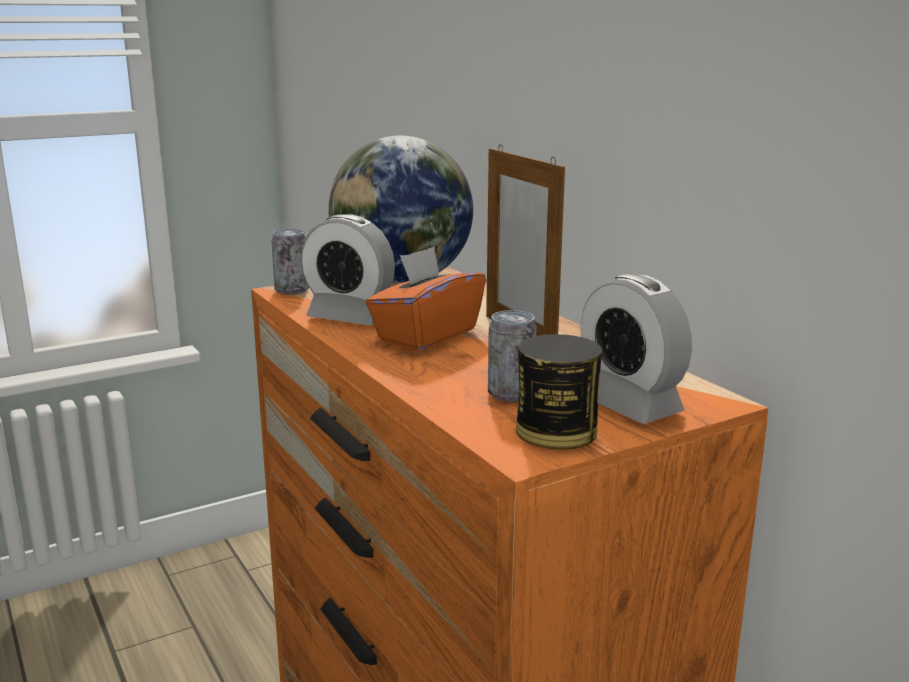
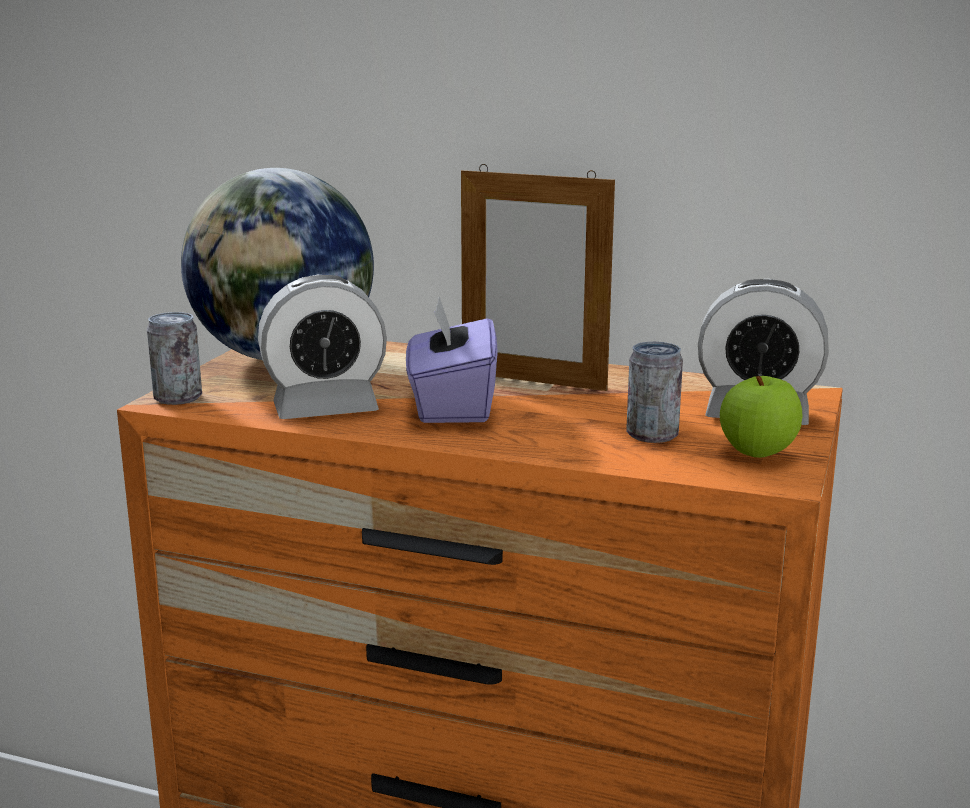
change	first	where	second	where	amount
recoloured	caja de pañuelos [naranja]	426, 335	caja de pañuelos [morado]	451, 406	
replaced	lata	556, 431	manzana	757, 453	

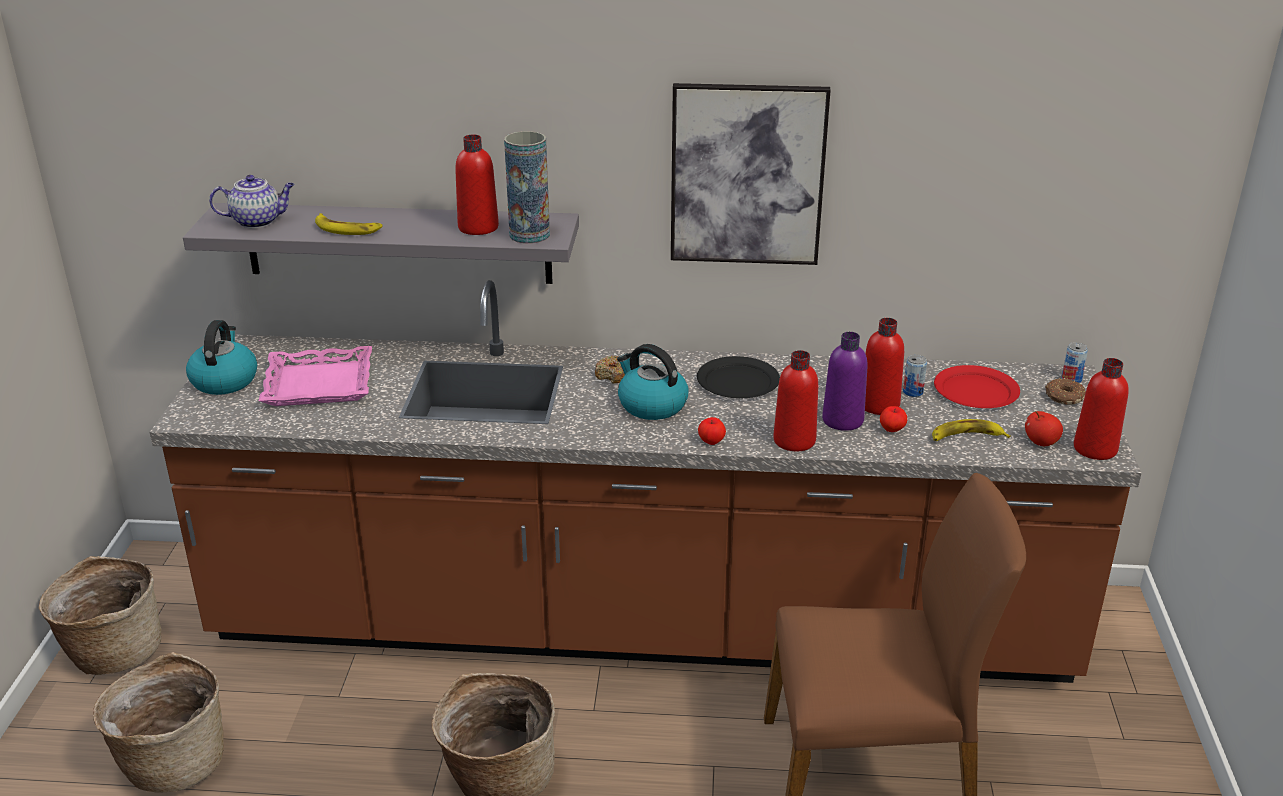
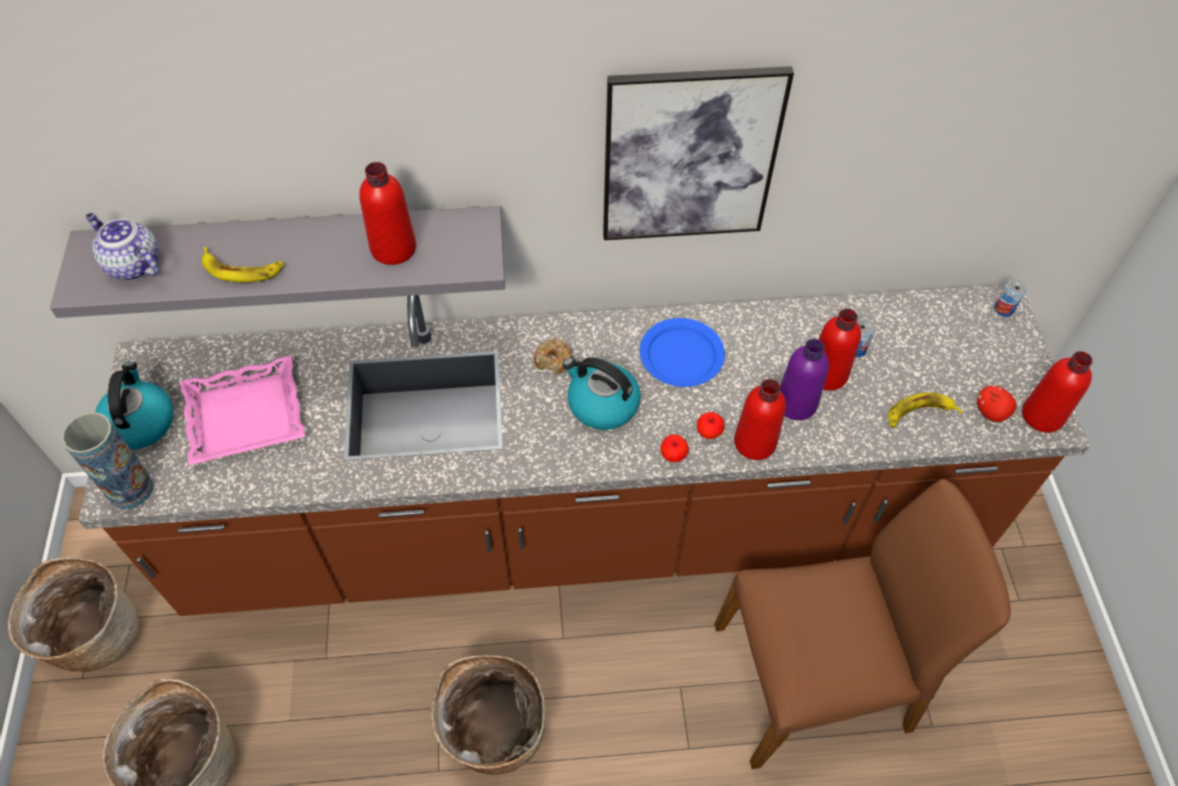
change	first	where	second	where	amount
moved	florero	529, 235		131, 489	
turned	tetera	258, 221		133, 265	120 degrees counterclockwise
recoloured	plato [negro]	738, 381	plato [azul]	681, 354	
moved	manzana	891, 430		708, 432	
removed	plato [rojo]	976, 391			
removed	rosquilla	1063, 397			

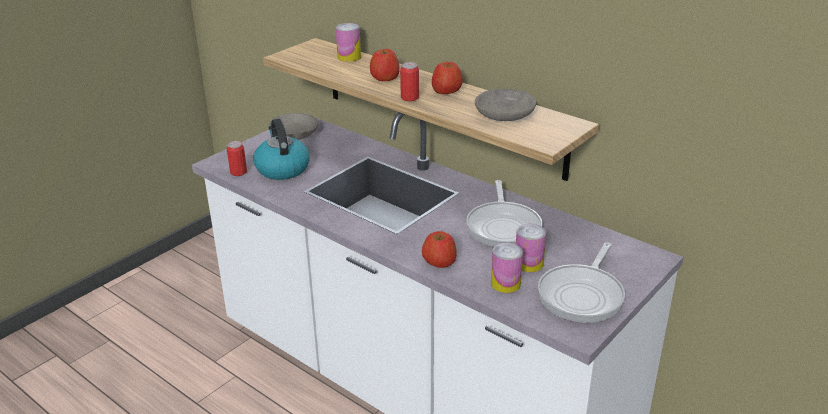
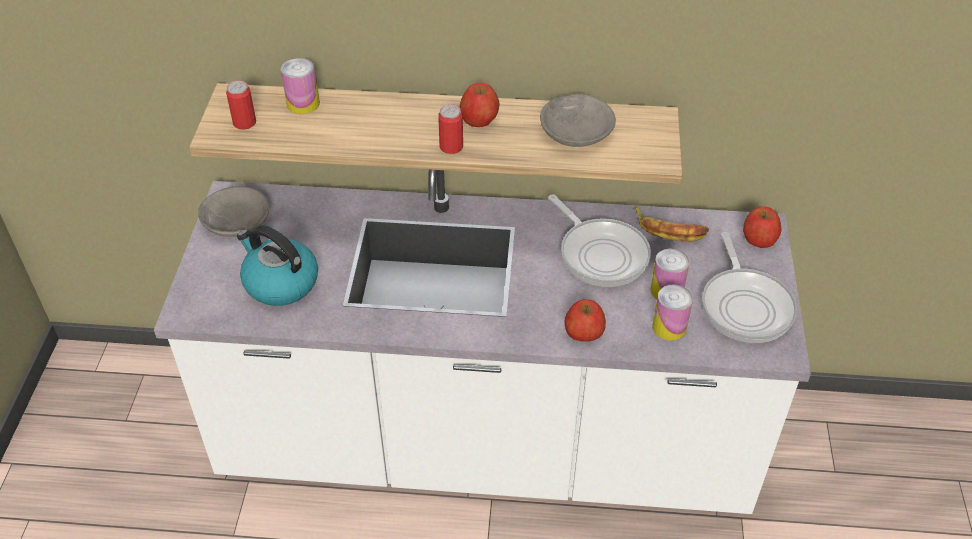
change	first	where	second	where	amount
moved	lata	238, 172		244, 123	
added			plátano	669, 229	
moved	manzana	385, 77		759, 238	

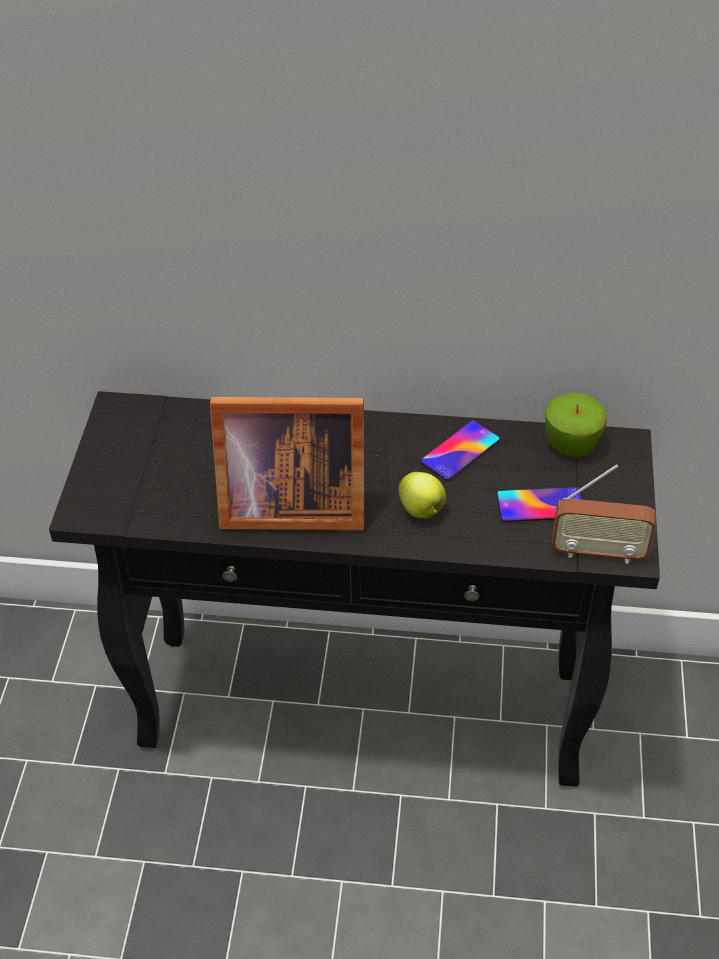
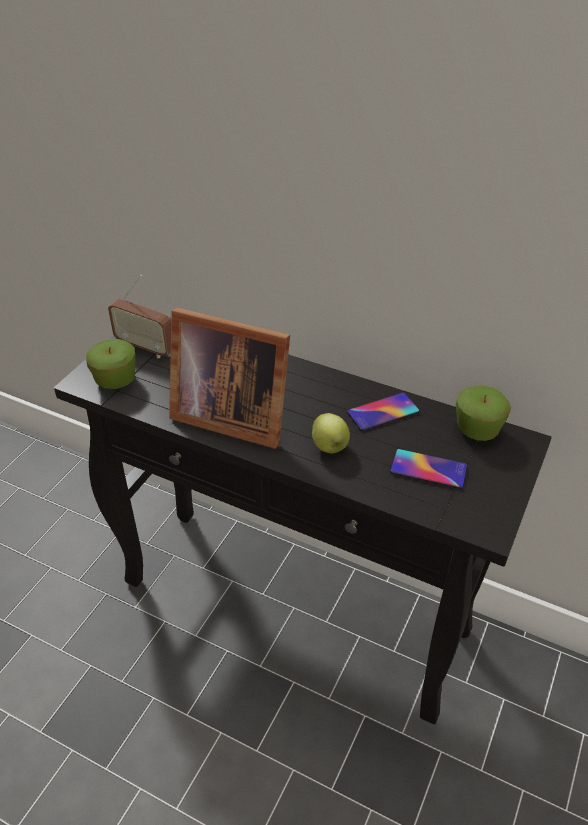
change	first	where	second	where	amount
added			manzana	116, 380	
moved	radio	598, 552		145, 348	

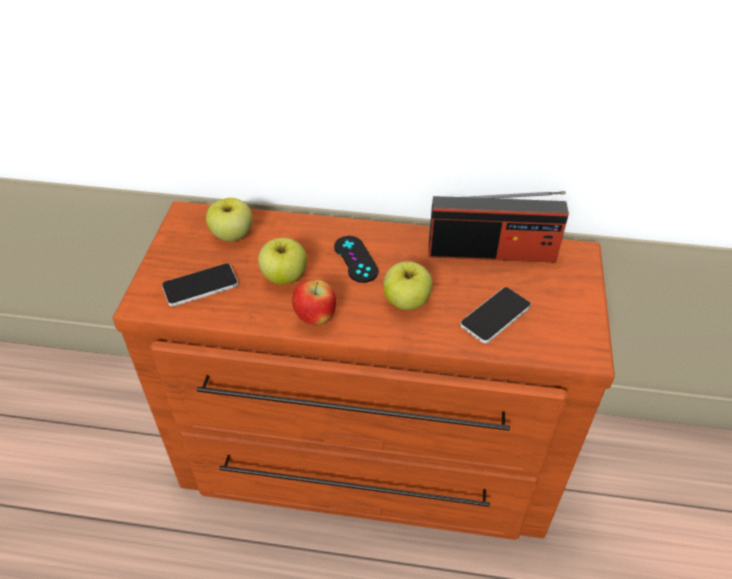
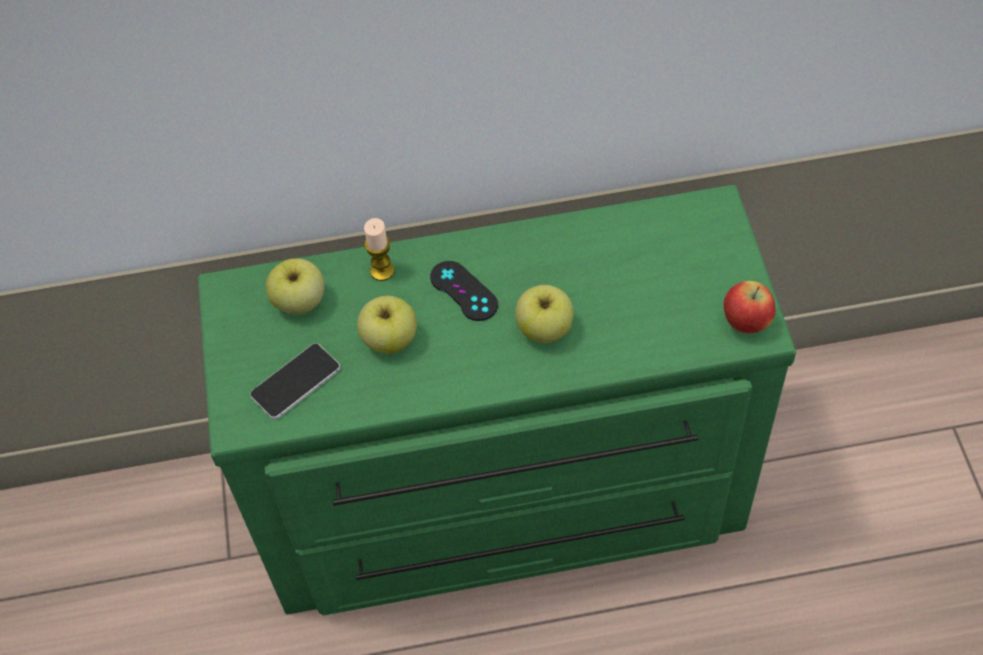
change	first	where	second	where	amount
recoloured	cómoda [marrón]	366, 460	cómoda [verde]	505, 504	
added			vela	382, 271	
moved	manzana	315, 318		745, 323	
removed	radio	491, 252			
removed	móvil	495, 315			

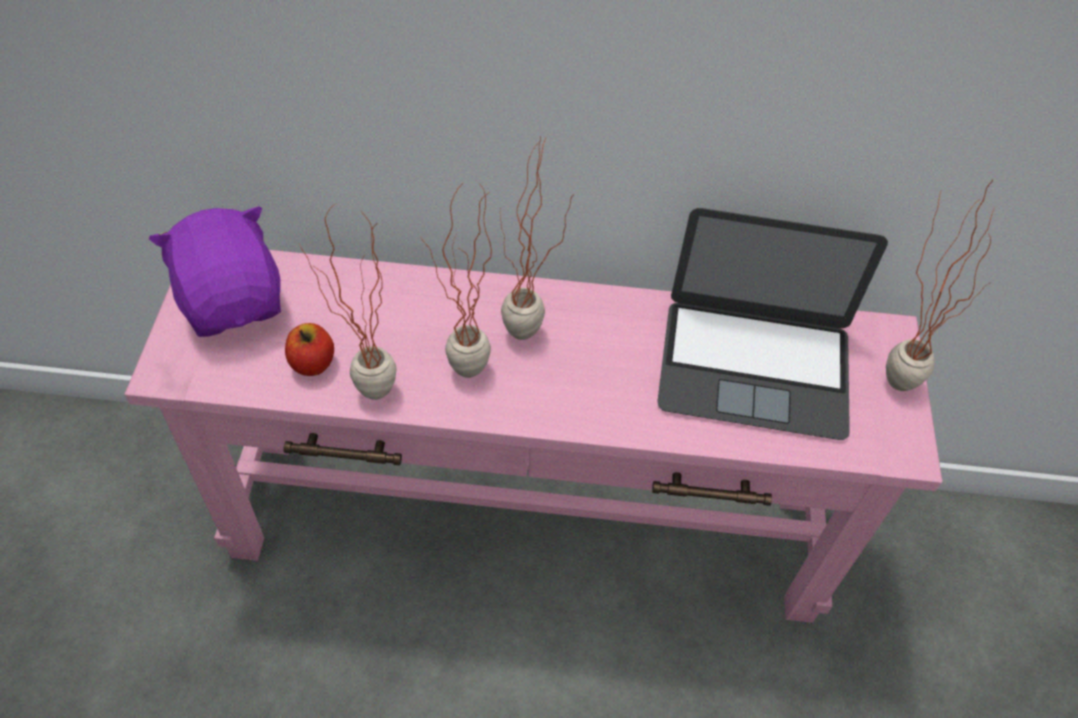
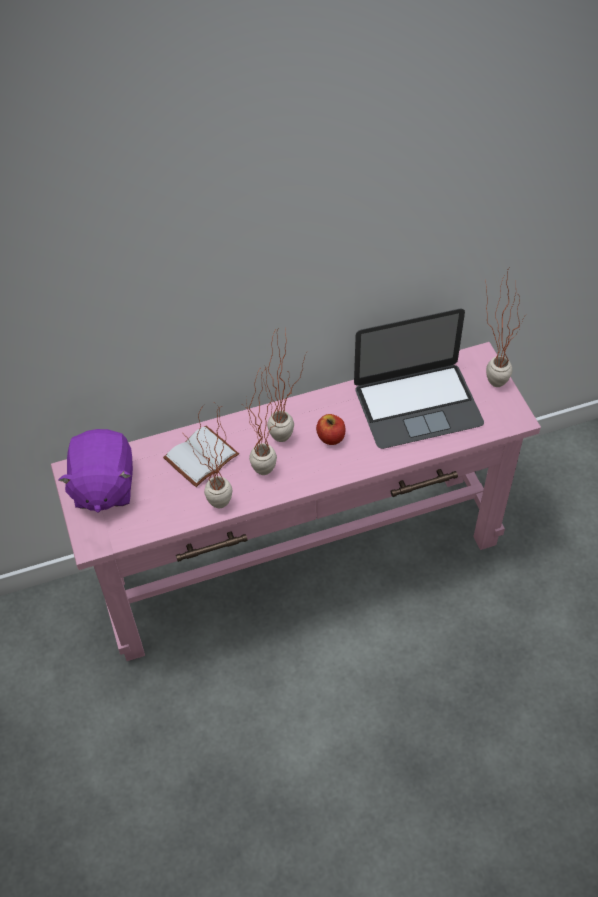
change	first	where	second	where	amount
turned	peluche [morado]	233, 300		103, 487	135 degrees counterclockwise
added			libro [blanco]	201, 459	
moved	manzana	312, 363		331, 437	

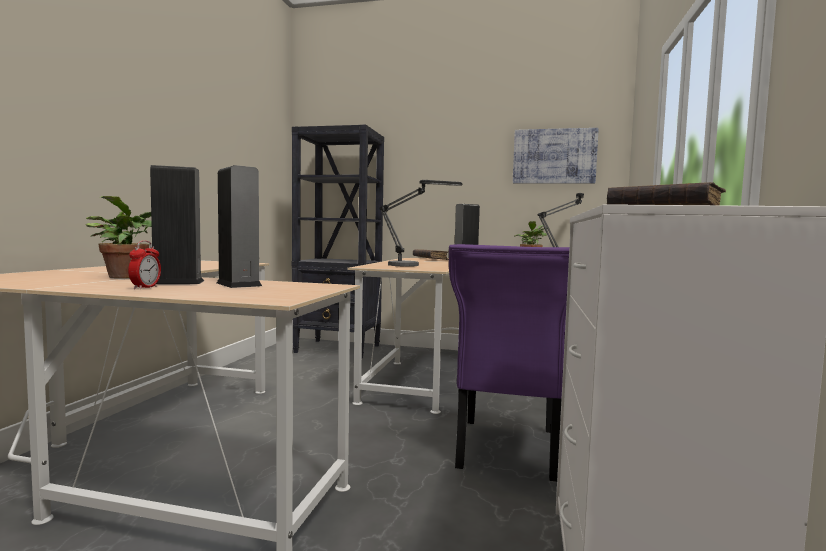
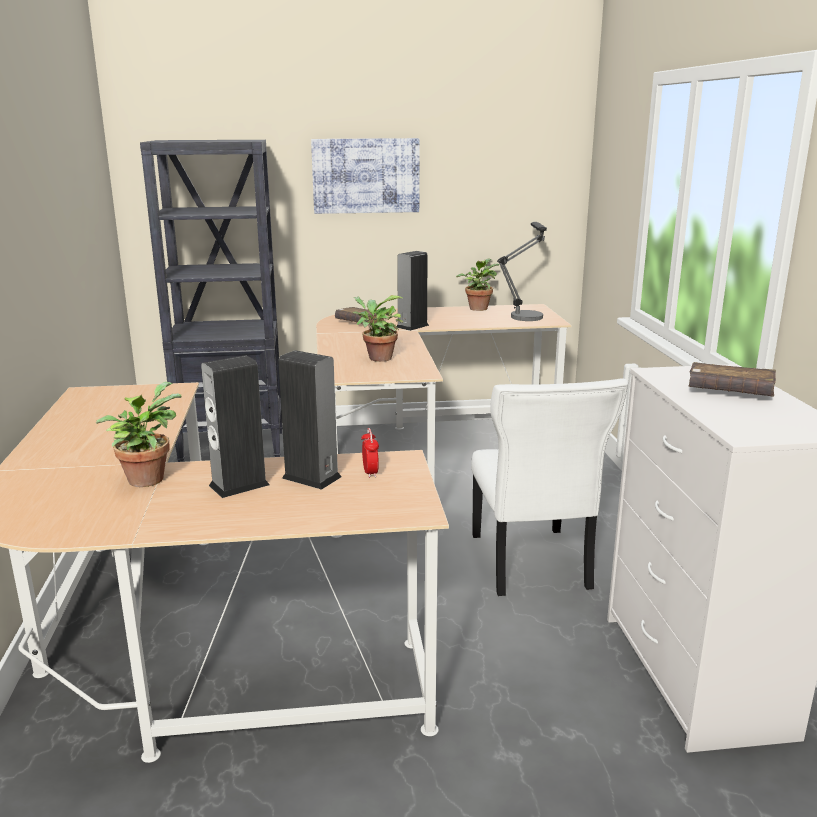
change	first	where	second	where	amount
moved	cuadro	554, 156		366, 176	
replaced	lámpara de mesa	413, 265	planta en maceta	377, 358	
moved	despertador	145, 288		370, 472	
recoloured	silla [morado]	506, 451	silla [blanco]	530, 564	

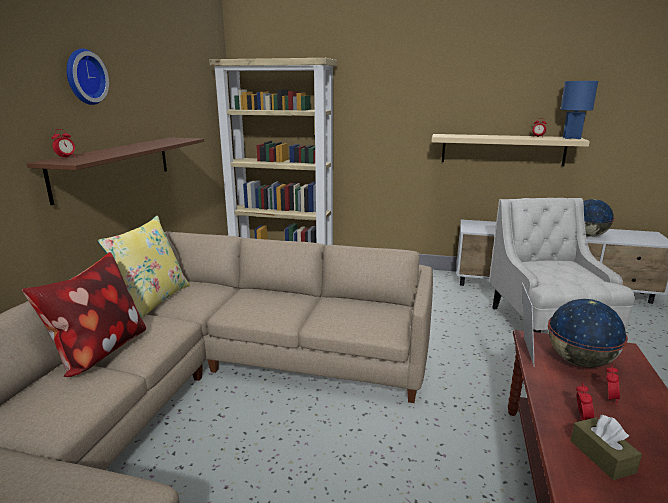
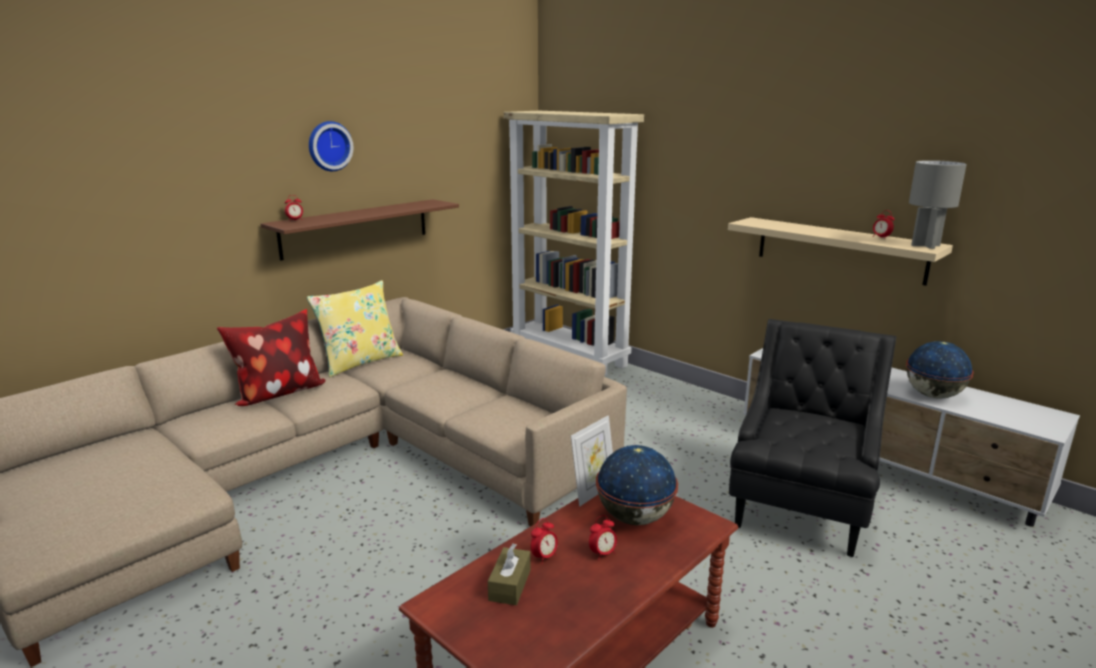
change	first	where	second	where	amount
recoloured	sillón [blanco]	547, 328	sillón [negro]	800, 507	
recoloured	lámpara de mesa [azul]	571, 138	lámpara de mesa [gris]	924, 245	

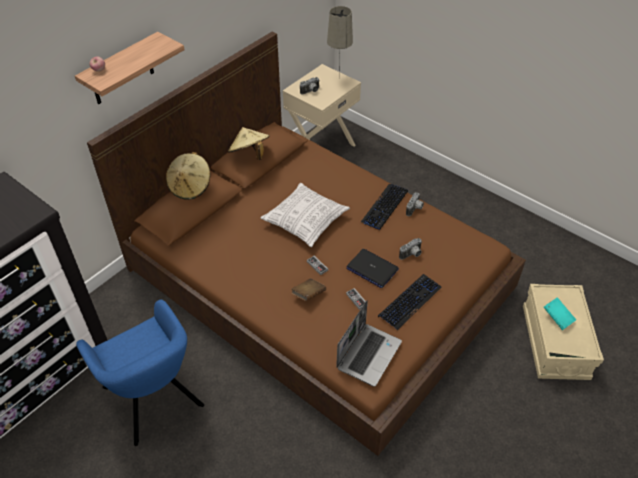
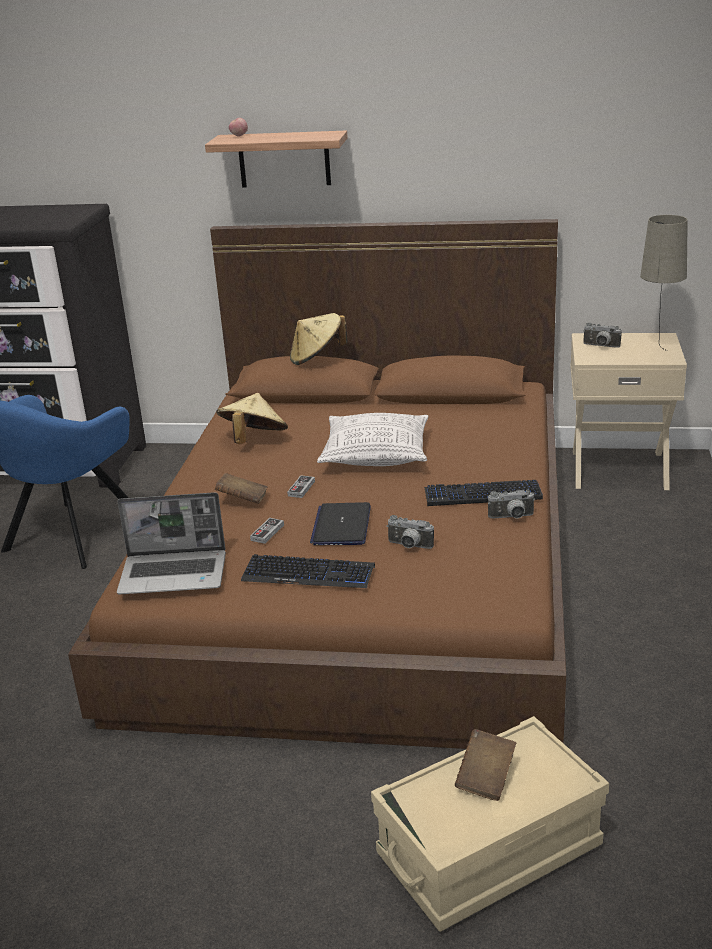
change	first	where	second	where	amount
moved	sombrero [beis]	250, 154		253, 440	
recoloured	libro [turquesa]	557, 318	libro [marrón]	486, 778	

